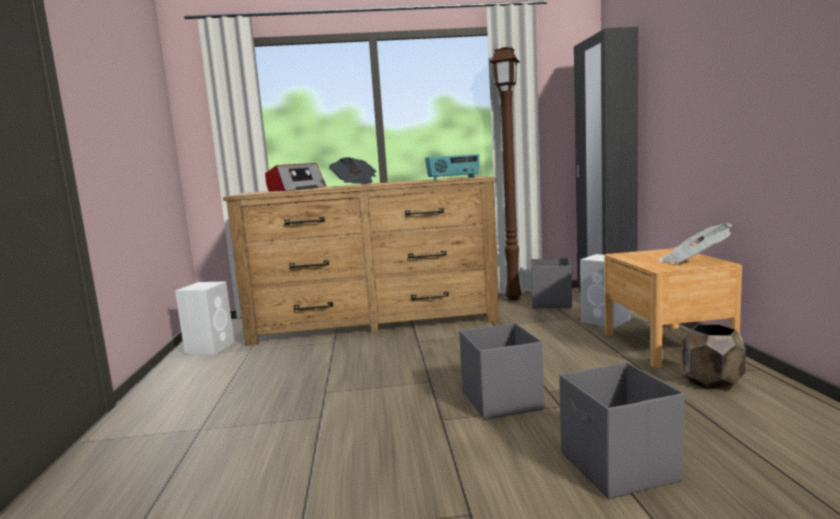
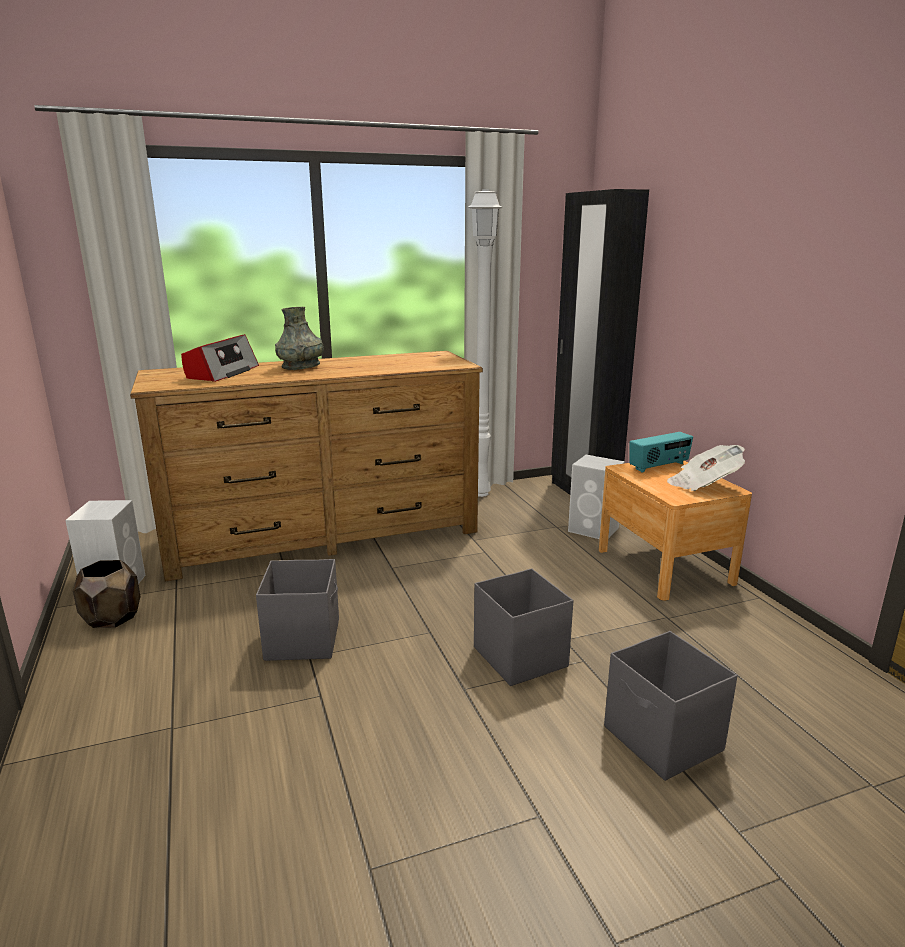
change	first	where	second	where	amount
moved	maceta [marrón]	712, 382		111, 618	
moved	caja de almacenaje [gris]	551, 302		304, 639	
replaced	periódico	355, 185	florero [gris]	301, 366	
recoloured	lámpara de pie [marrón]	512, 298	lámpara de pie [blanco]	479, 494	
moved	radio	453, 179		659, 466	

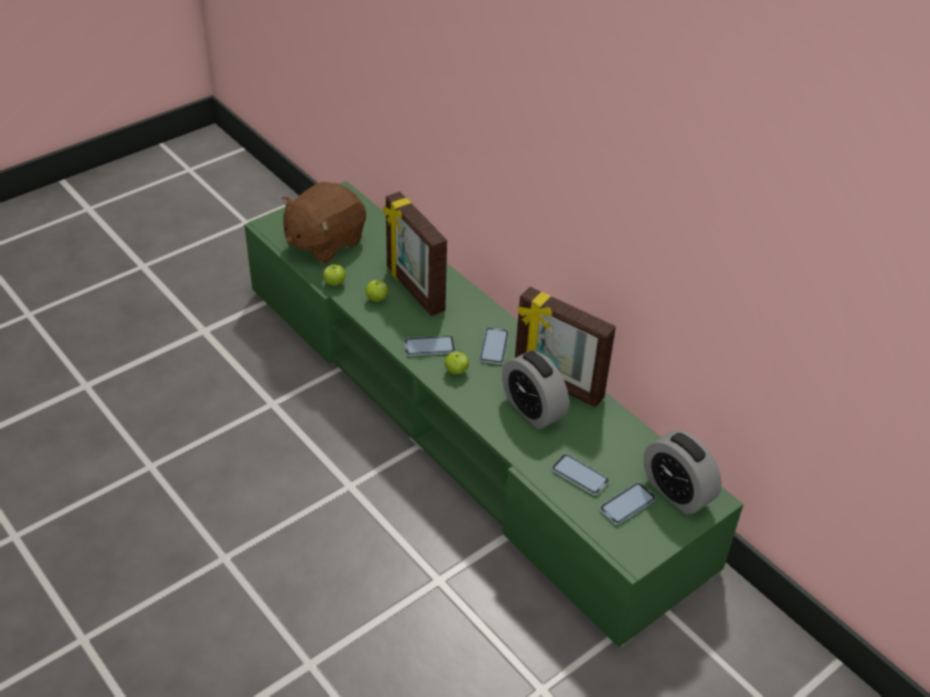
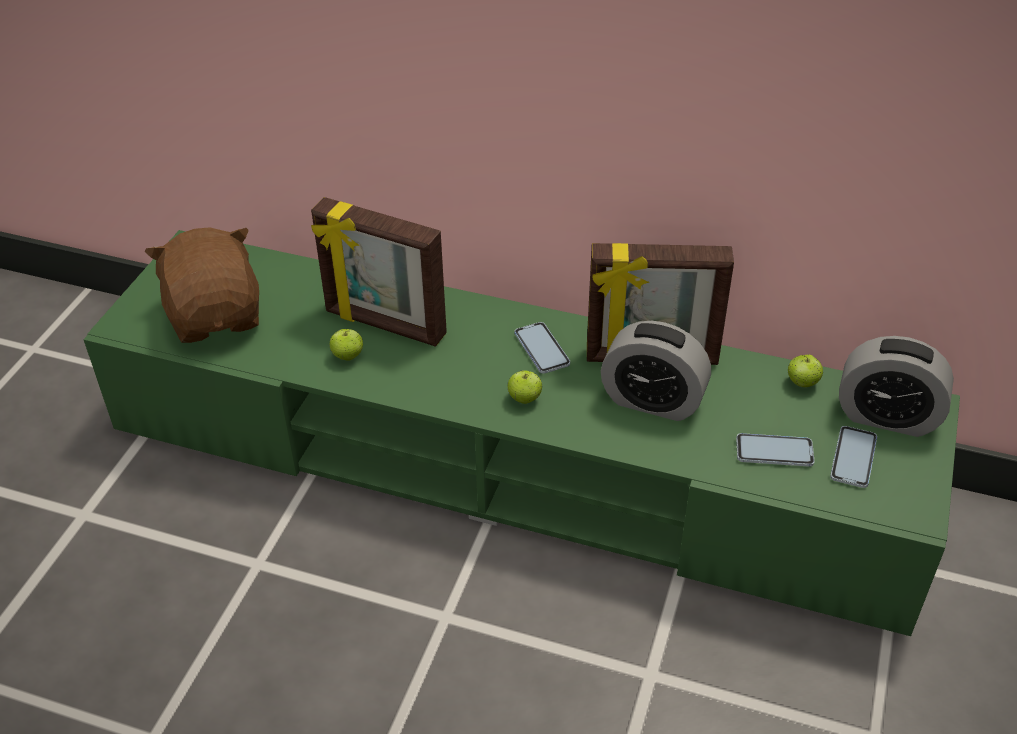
change	first	where	second	where	amount
turned	peluche [marrón]	324, 242		216, 316	150 degrees clockwise
moved	manzana	334, 283		802, 383	
removed	móvil	429, 347			

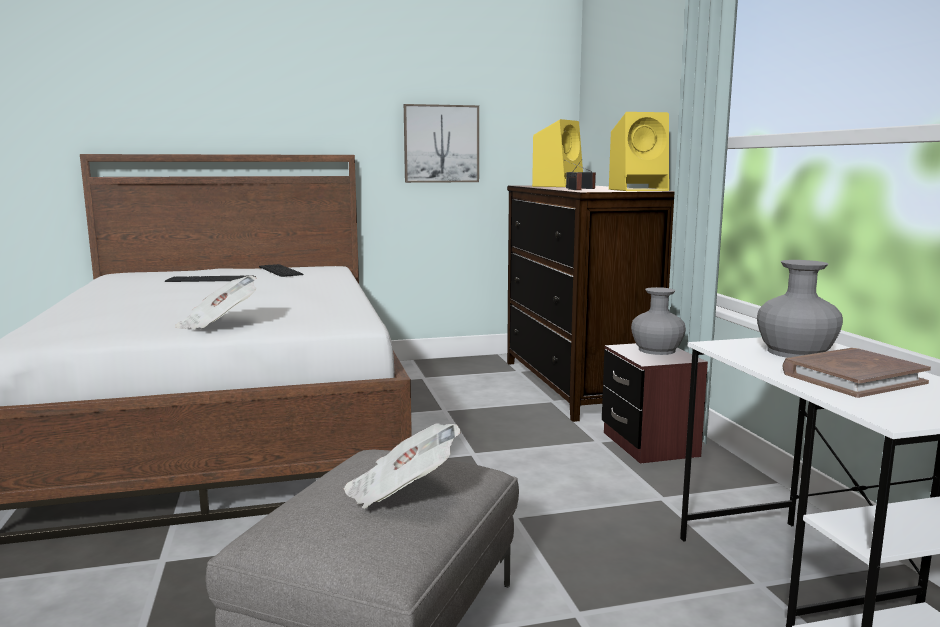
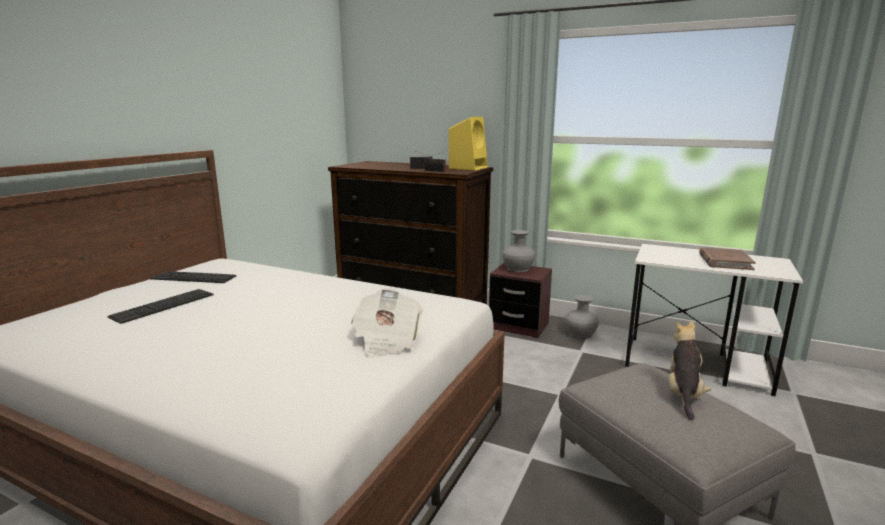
change	first	where	second	where	amount
moved	florero [gris]	795, 352		580, 334	
replaced	periódico	400, 492	peluche	683, 394	
removed	cuadro	441, 144			
removed	altavoz [amarillo]	558, 186			

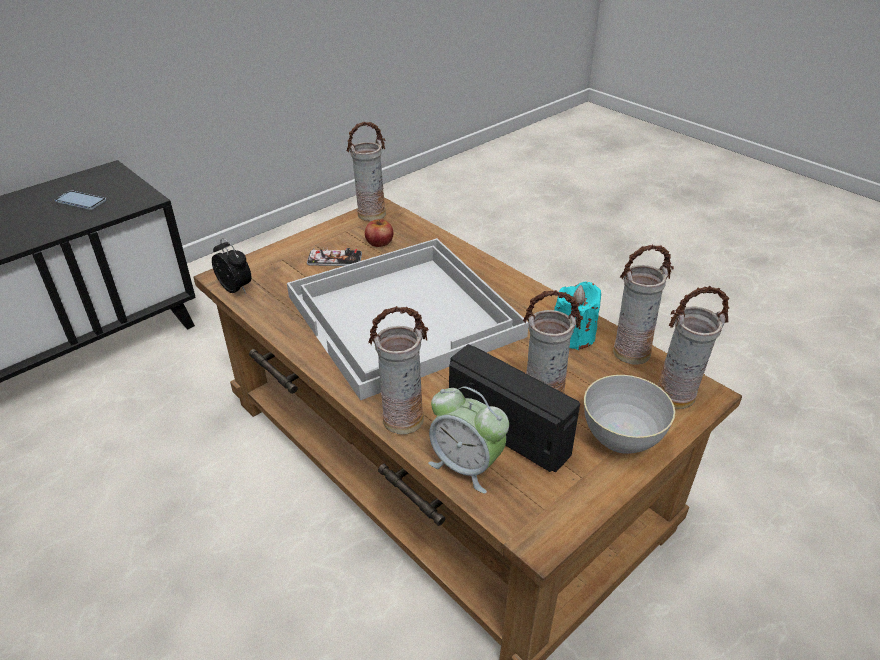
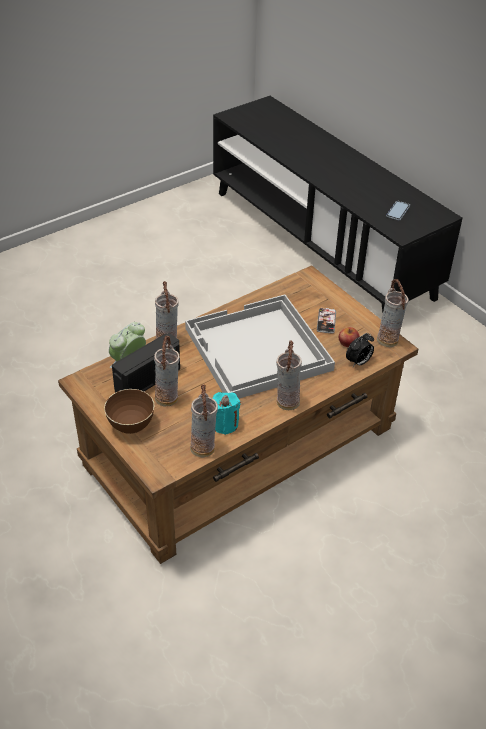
change	first	where	second	where	amount
recoloured	cuenco [gris]	621, 438	cuenco [marrón]	131, 425	
moved	florero	675, 397		286, 402	
moved	despertador	236, 289		358, 362	

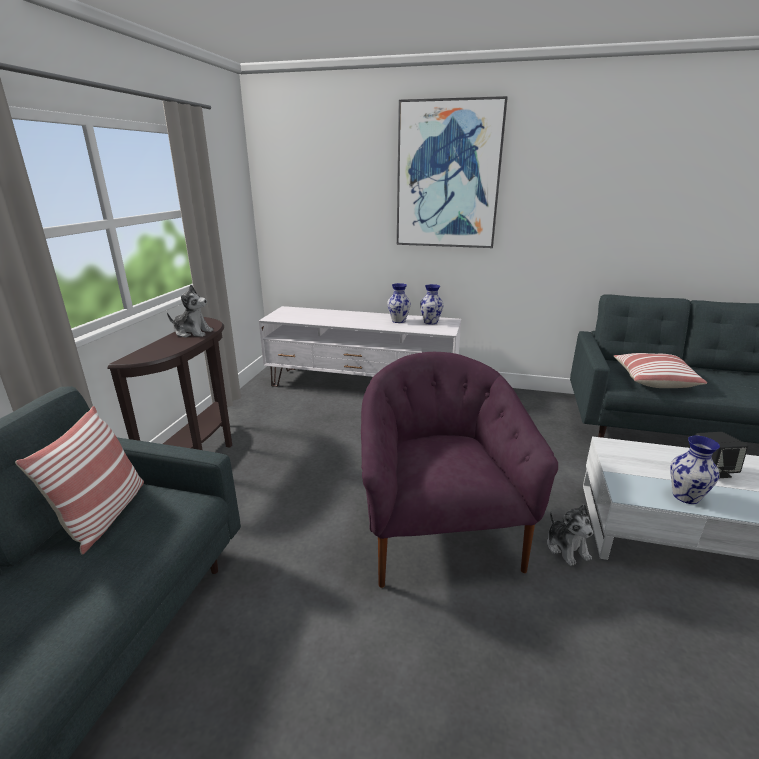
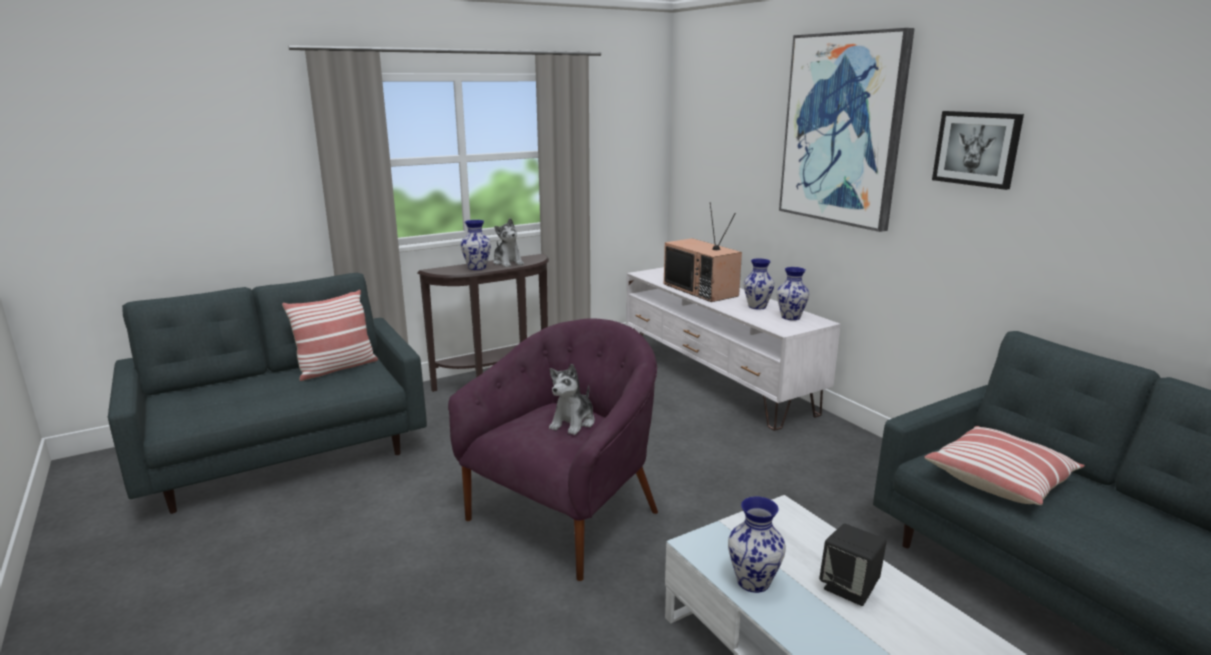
change	first	where	second	where	amount
added			florero	477, 268	
moved	peluche	566, 548		573, 422	
added			televisor	702, 290	
added			cuadro	977, 148	

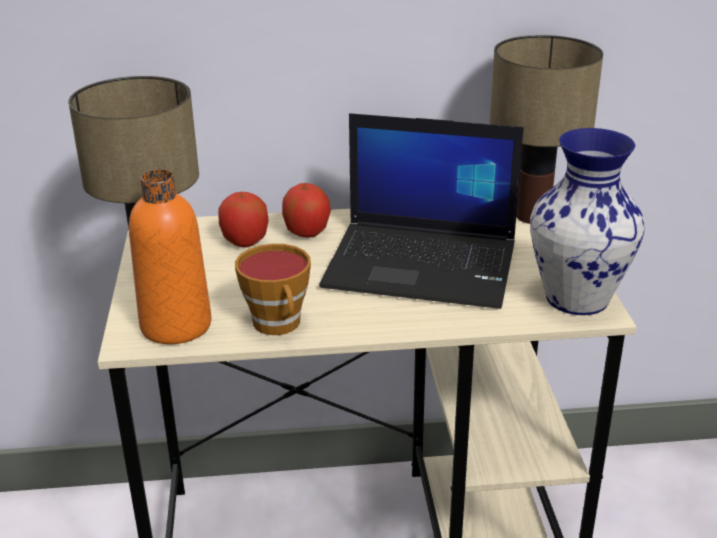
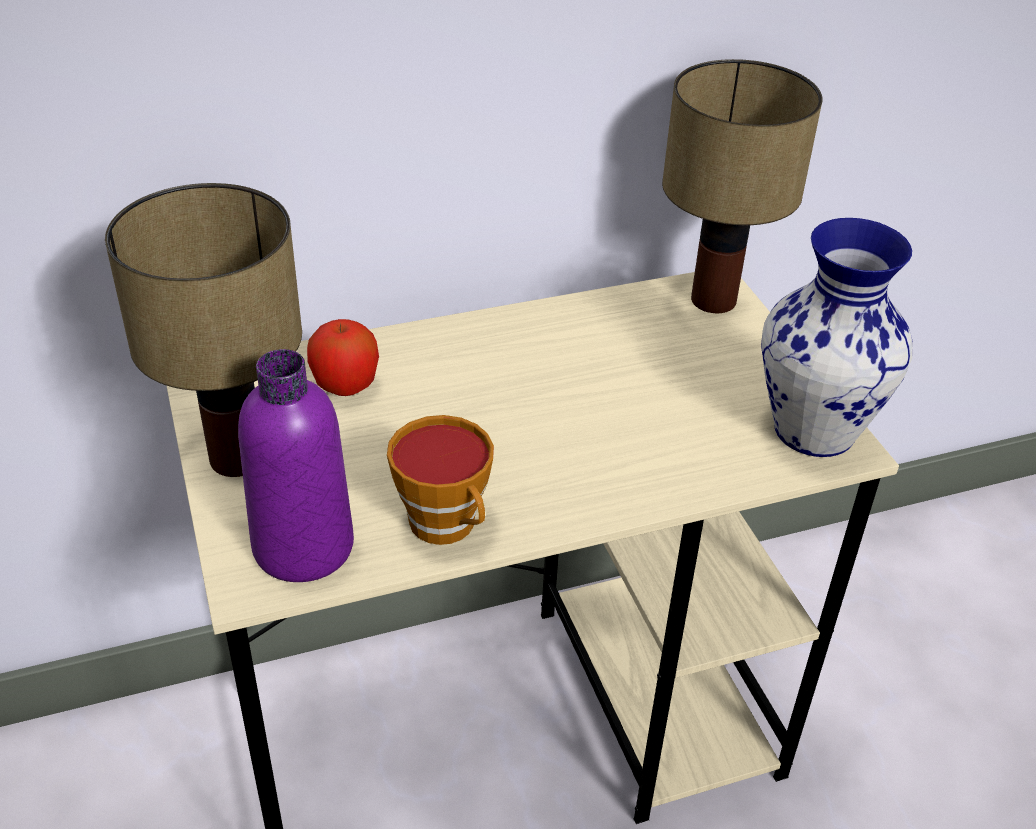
change	first	where	second	where	amount
recoloured	botella [naranja]	176, 325	botella [morado]	303, 547	
removed	manzana	307, 232			
removed	portátil	424, 264			

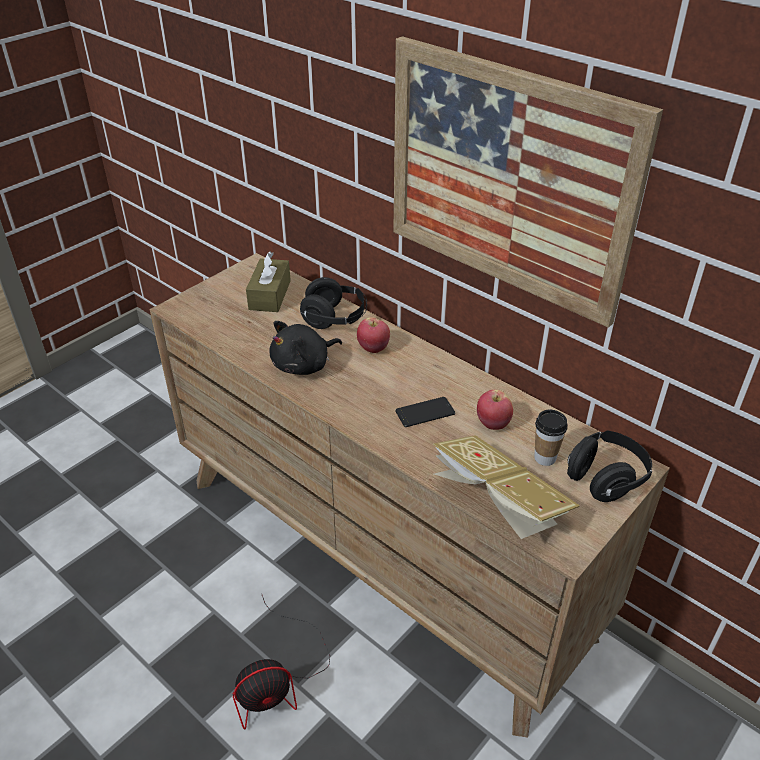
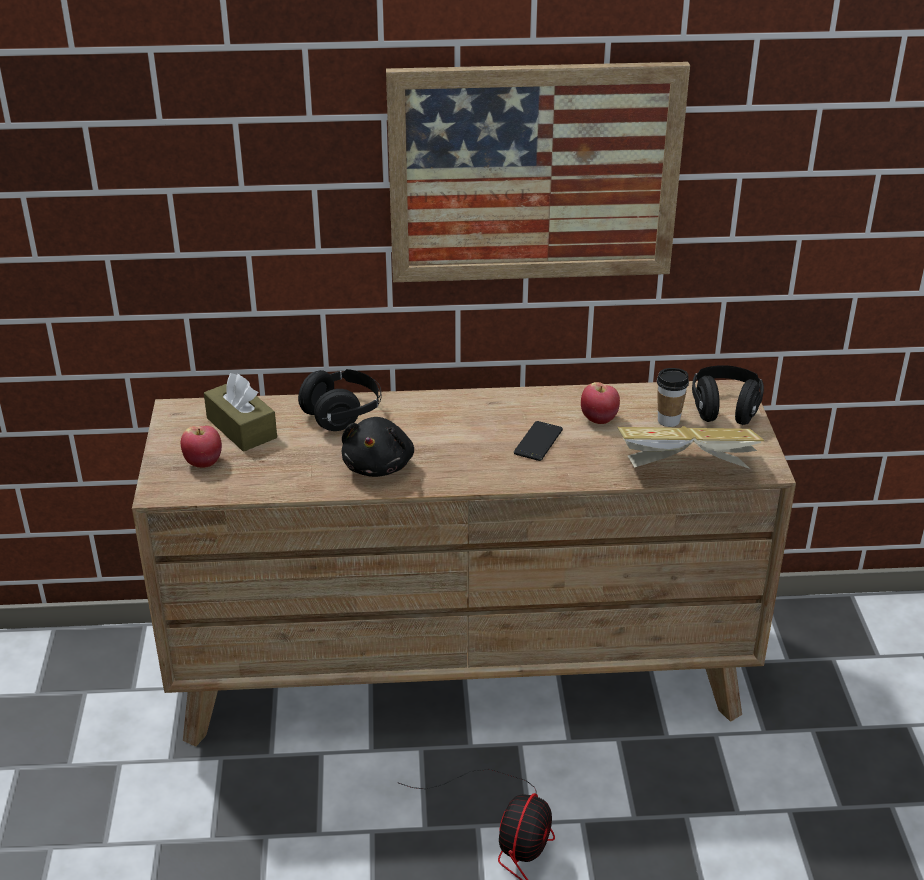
change	first	where	second	where	amount
moved	manzana	373, 348		204, 463	

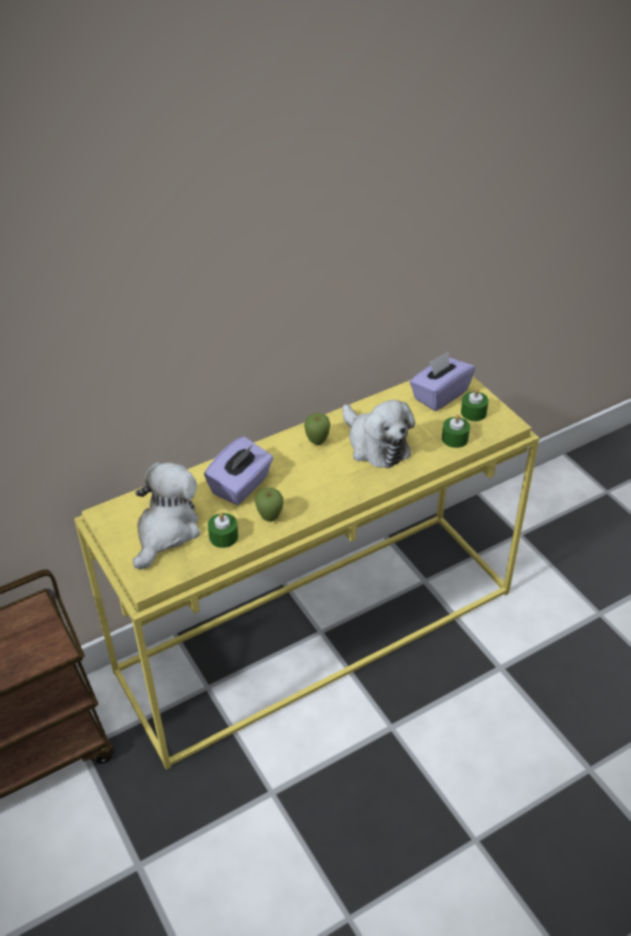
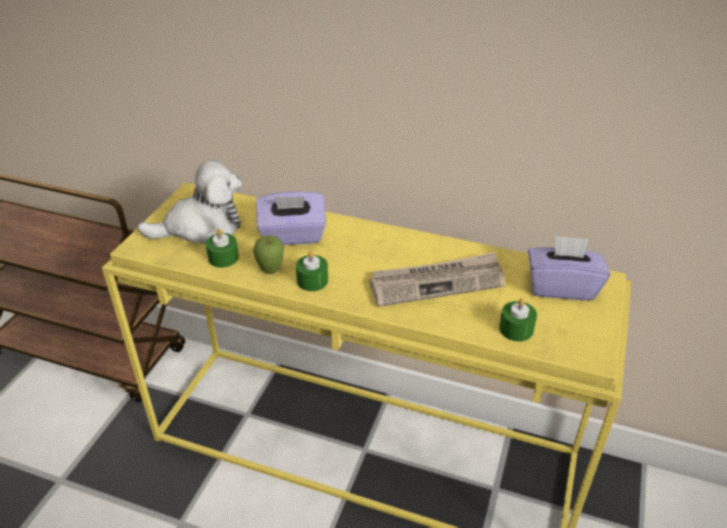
change	first	where	second	where	amount
moved	vela [verde]	473, 412		312, 280	
replaced	peluche	375, 444	periódico	437, 282	
removed	manzana	317, 442			

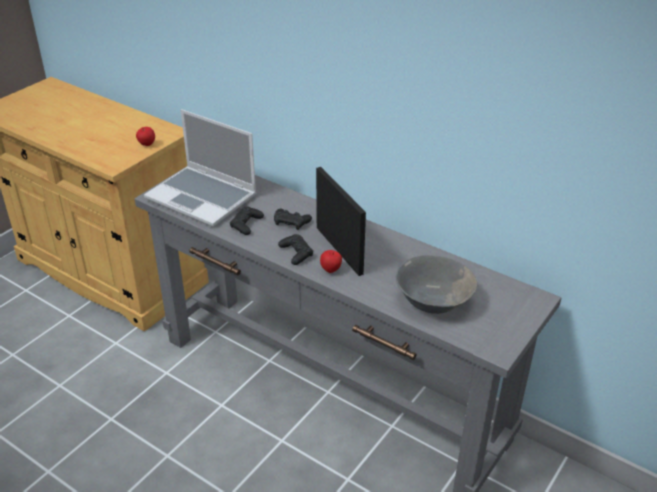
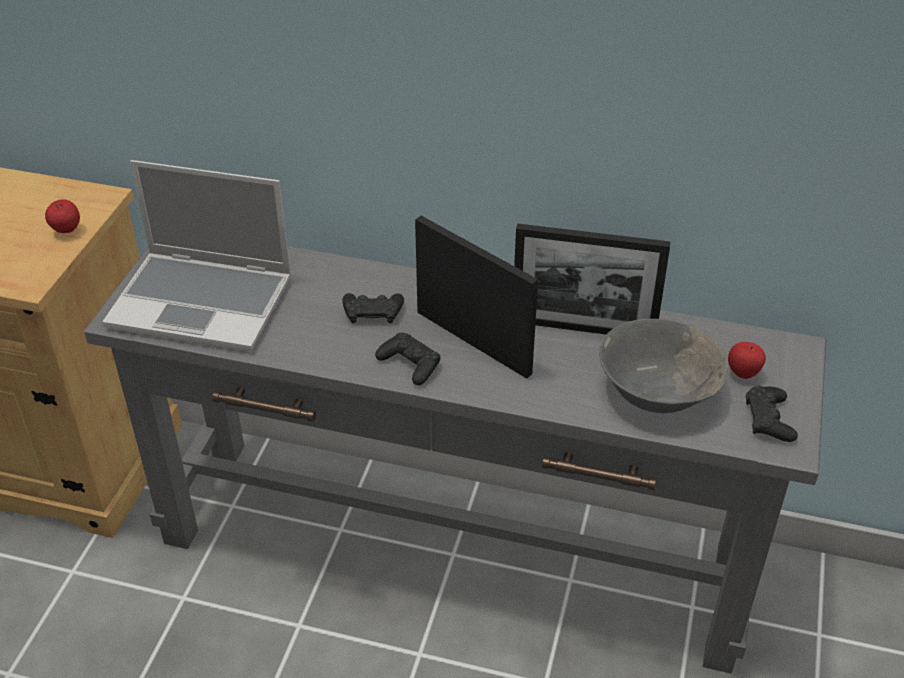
change	first	where	second	where	amount
added			portarretratos	583, 328	
moved	manzana	331, 270		743, 373	
moved	mando de consola [negro]	246, 224		769, 419	

